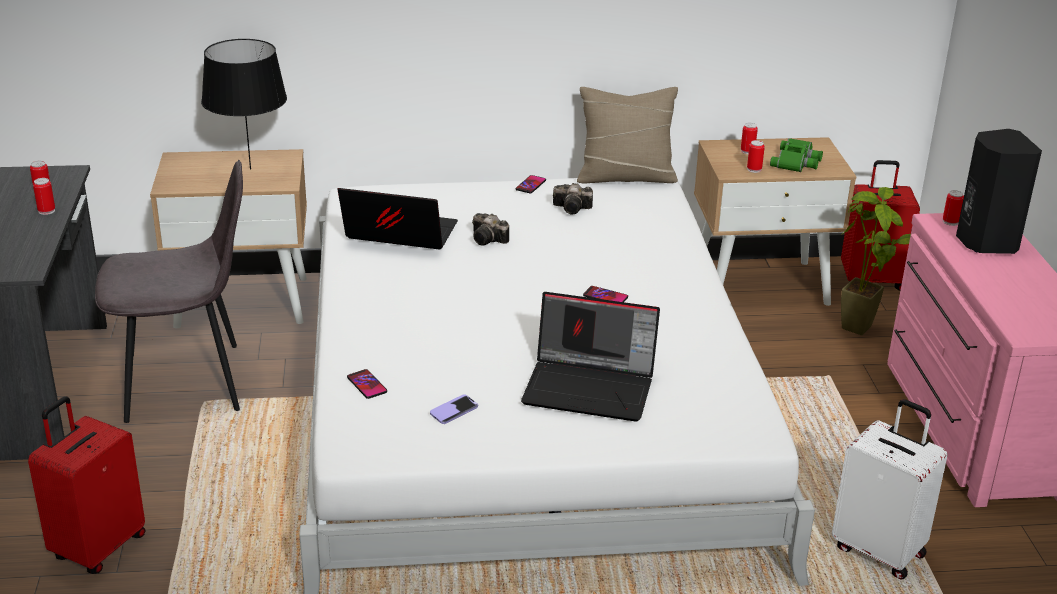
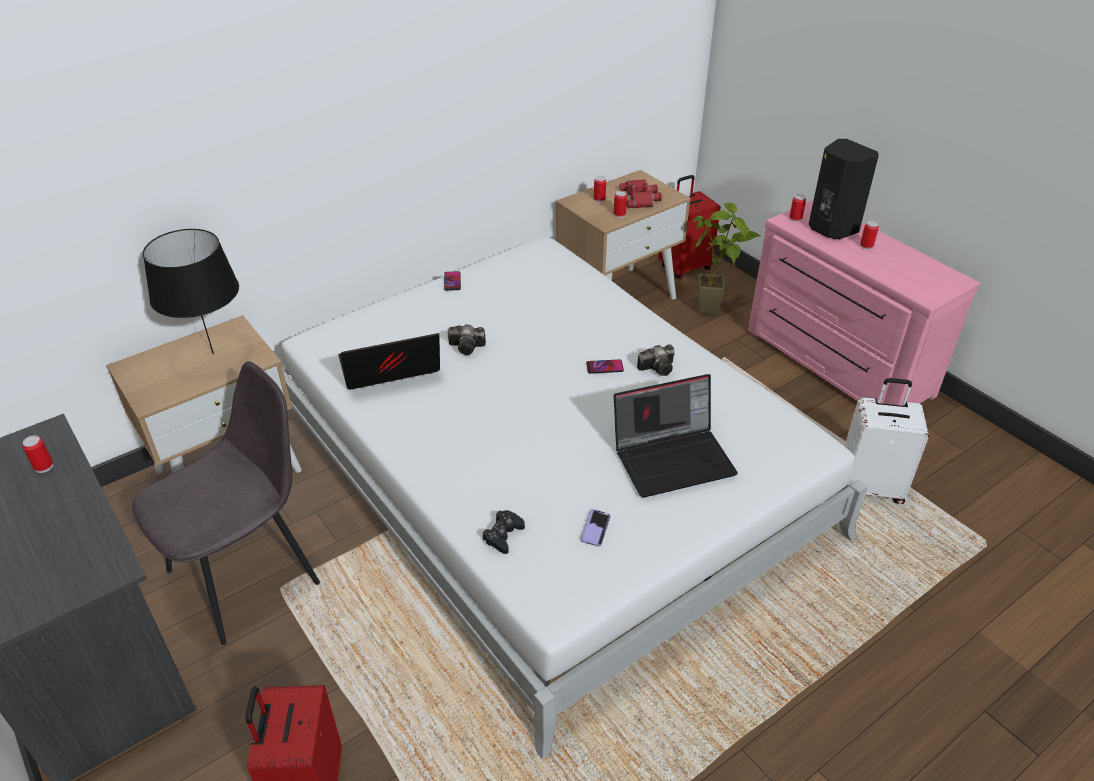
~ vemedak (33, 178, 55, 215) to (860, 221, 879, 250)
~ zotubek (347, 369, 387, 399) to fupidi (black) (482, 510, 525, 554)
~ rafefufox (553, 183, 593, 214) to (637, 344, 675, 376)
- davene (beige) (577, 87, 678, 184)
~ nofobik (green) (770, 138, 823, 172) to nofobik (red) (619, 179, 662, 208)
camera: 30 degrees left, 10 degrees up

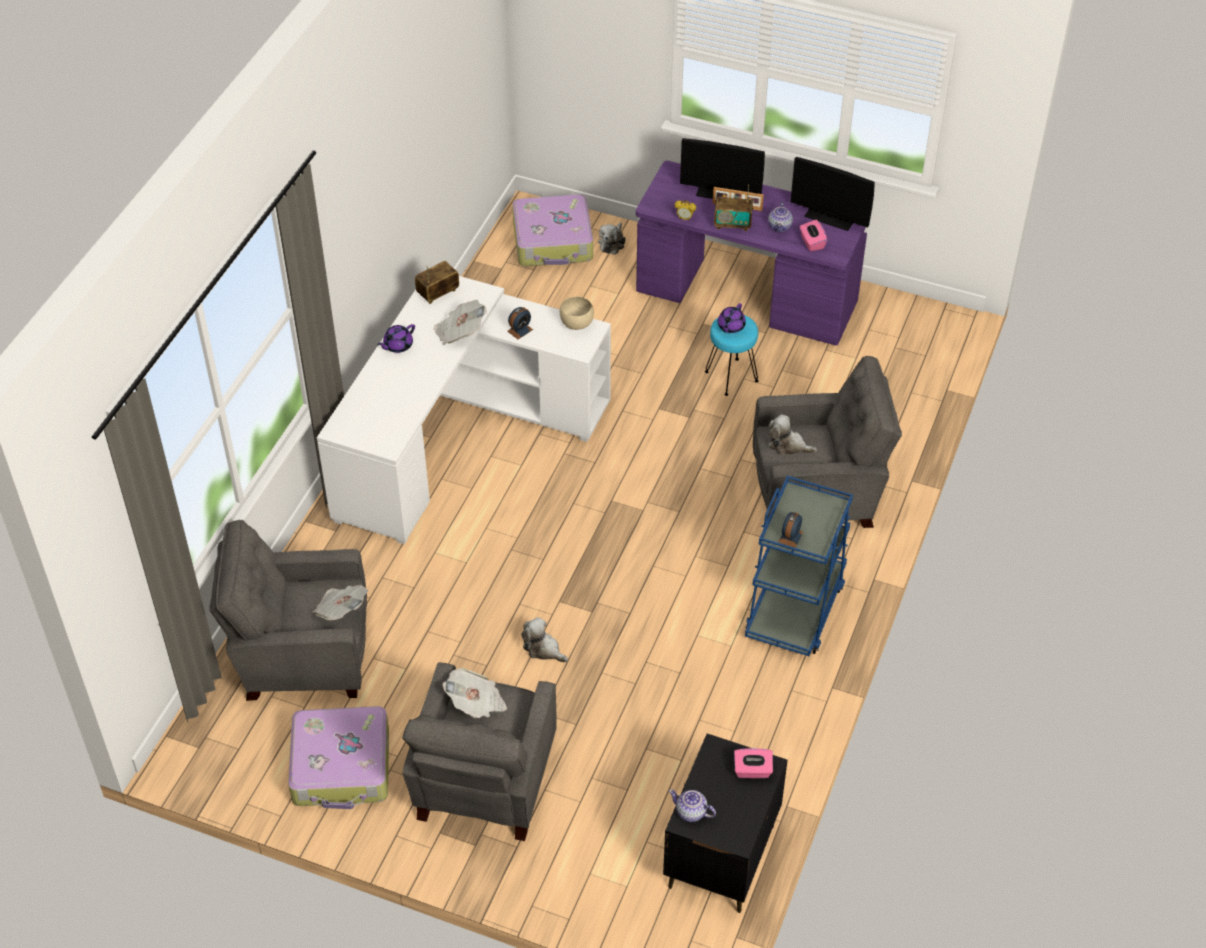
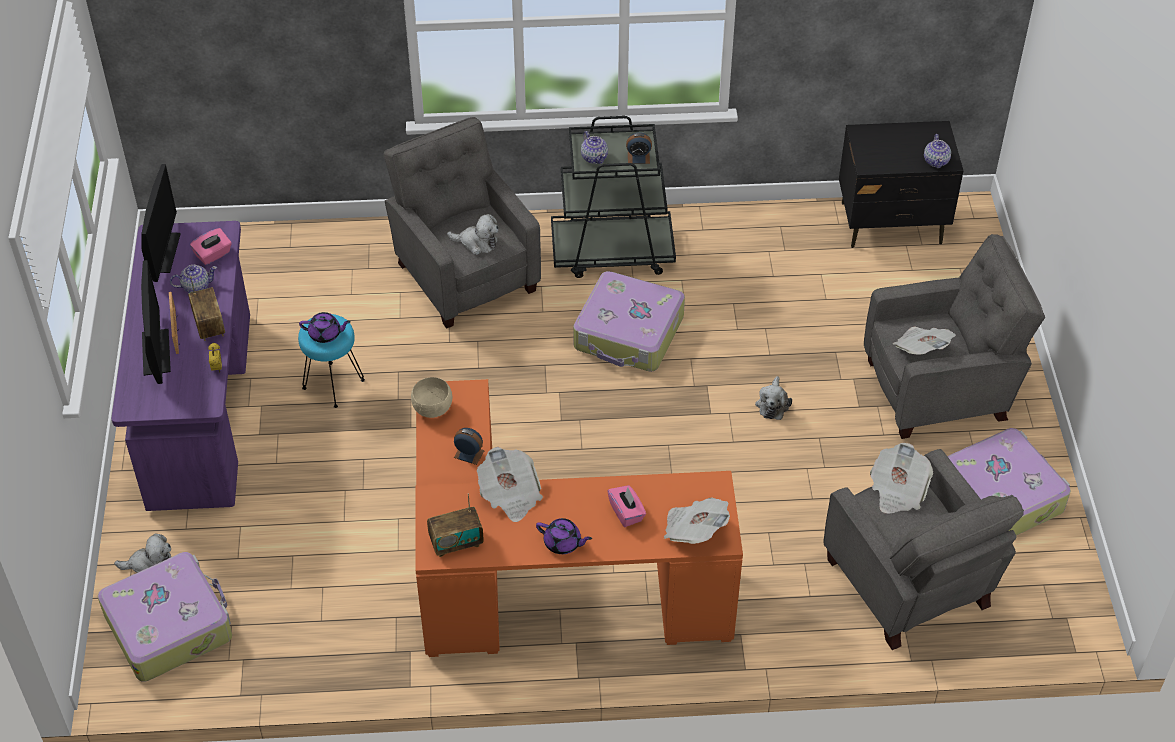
~ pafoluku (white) (317, 276, 611, 544) to pafoluku (orange) (415, 379, 743, 657)
~ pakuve (415, 261, 459, 304) = (427, 493, 484, 557) 45 degrees counterclockwise
~ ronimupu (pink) (734, 748, 773, 778) to (607, 485, 646, 527)
~ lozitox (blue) (745, 476, 853, 656) to lozitox (black) (551, 116, 676, 278)
~ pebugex (768, 414, 817, 455) = (447, 214, 499, 255) 75 degrees counterclockwise
+ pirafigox (573, 271, 685, 372)
+ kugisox (581, 131, 608, 164)
+ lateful (664, 497, 730, 544)
camera: 115 degrees left, 0 degrees up

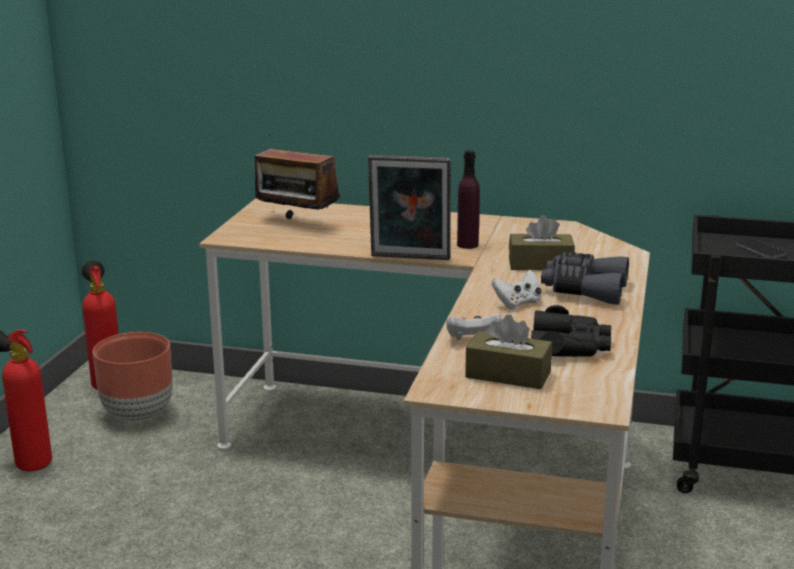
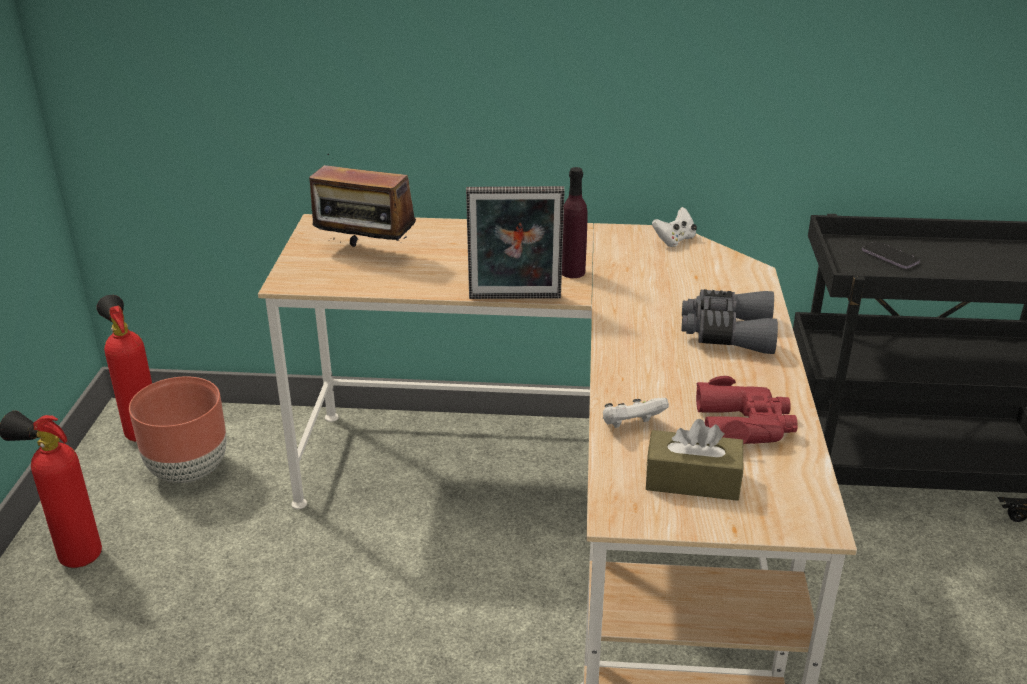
~ fupidi (white) (492, 270, 542, 309) to (652, 207, 697, 247)
- ronimupu (brown) (509, 215, 575, 270)
~ nofobik (black) (531, 305, 611, 357) to nofobik (red) (696, 376, 798, 444)
camera: 10 degrees left, 10 degrees up

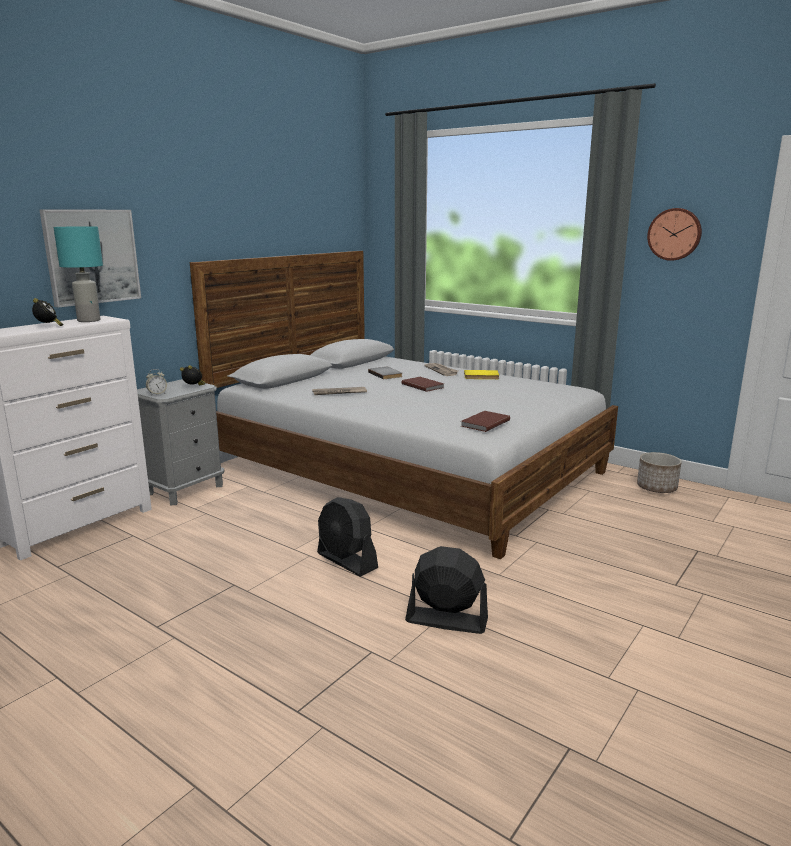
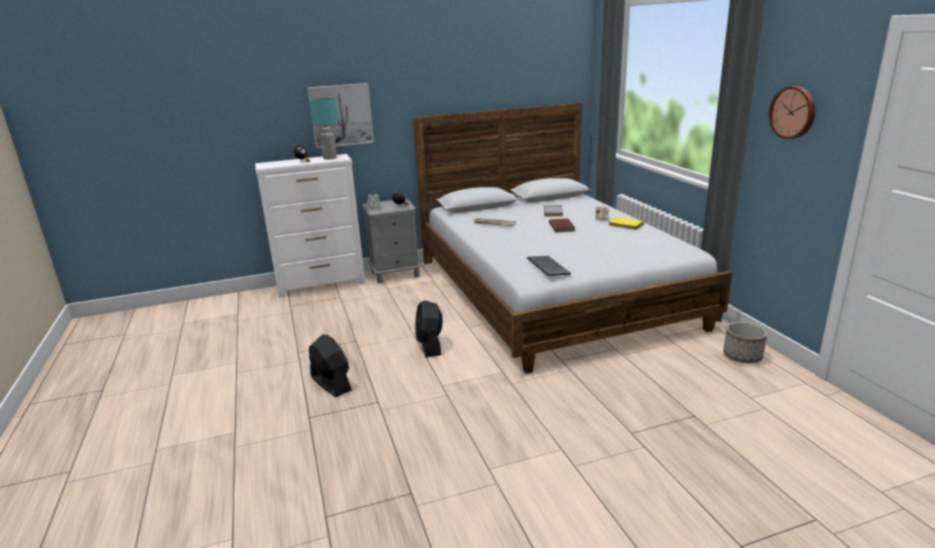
~ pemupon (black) (405, 546, 488, 634) to (309, 335, 352, 397)
~ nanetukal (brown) (461, 411, 510, 432) to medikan (527, 256, 571, 276)
camera: 35 degrees right, 5 degrees up

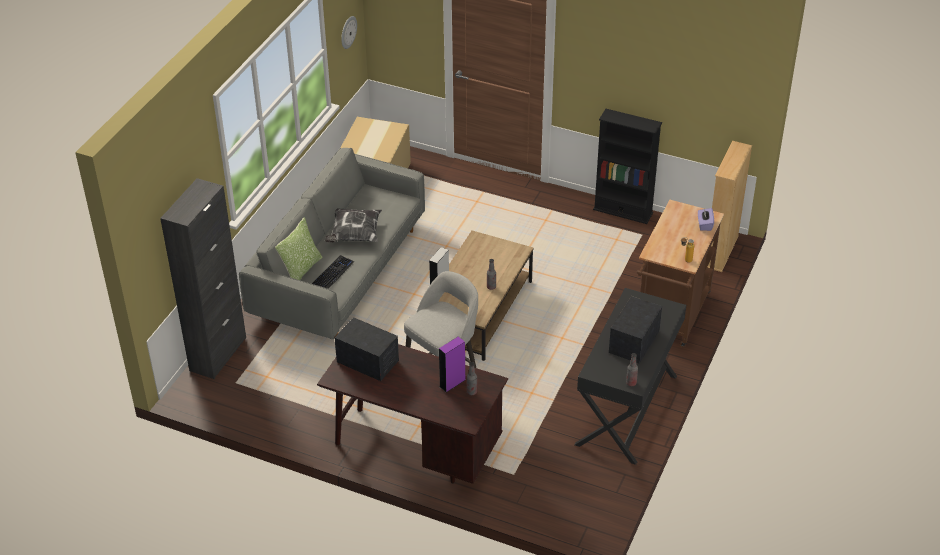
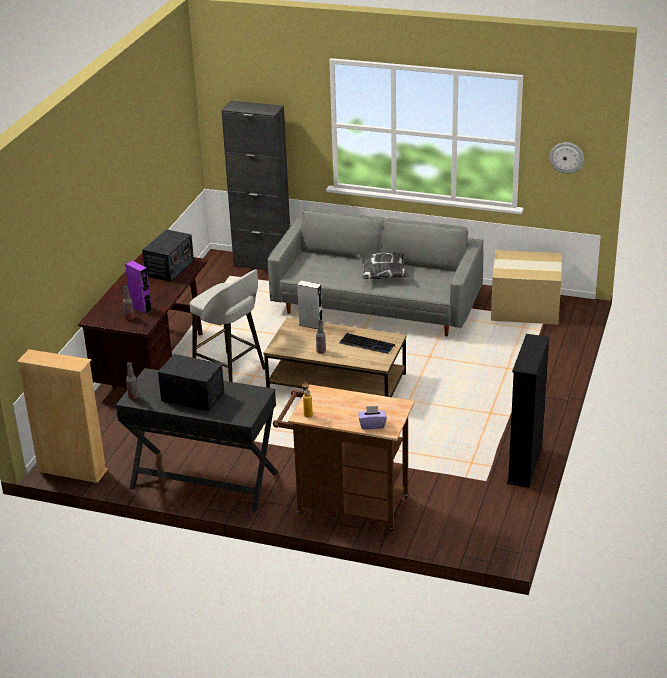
- davene (275, 217, 322, 280)
~ medikan (312, 255, 354, 289) to (340, 333, 395, 354)
~ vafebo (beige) (707, 141, 752, 272) to (17, 349, 108, 483)
camera: 85 degrees right, 10 degrees down

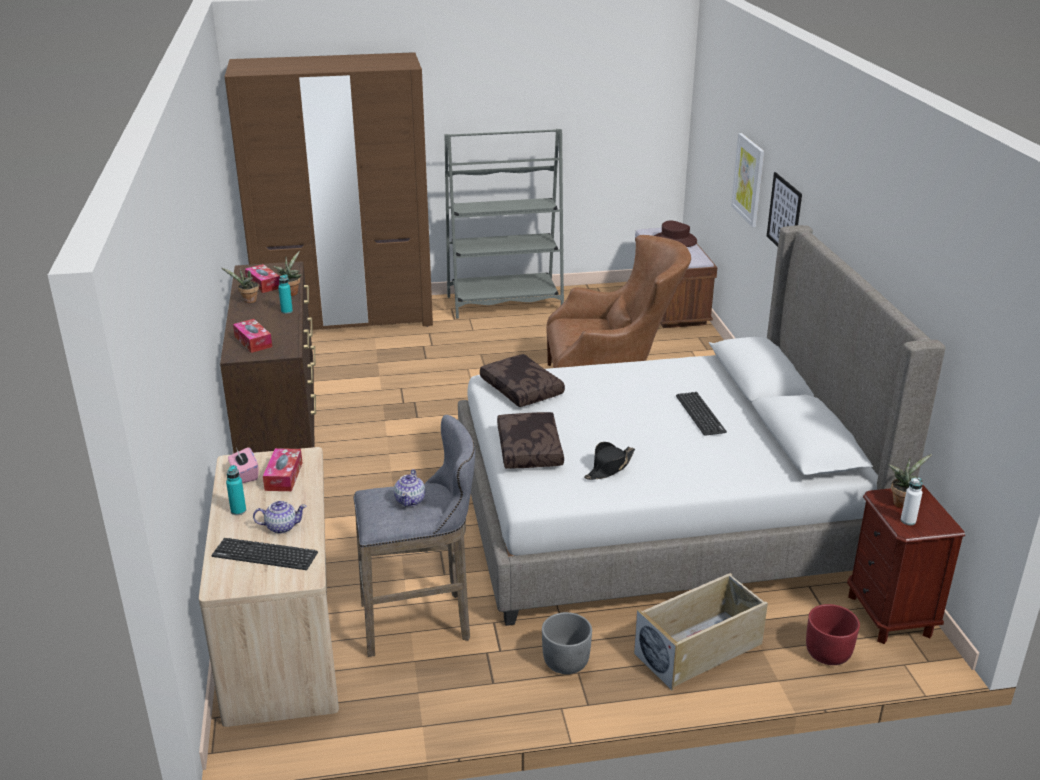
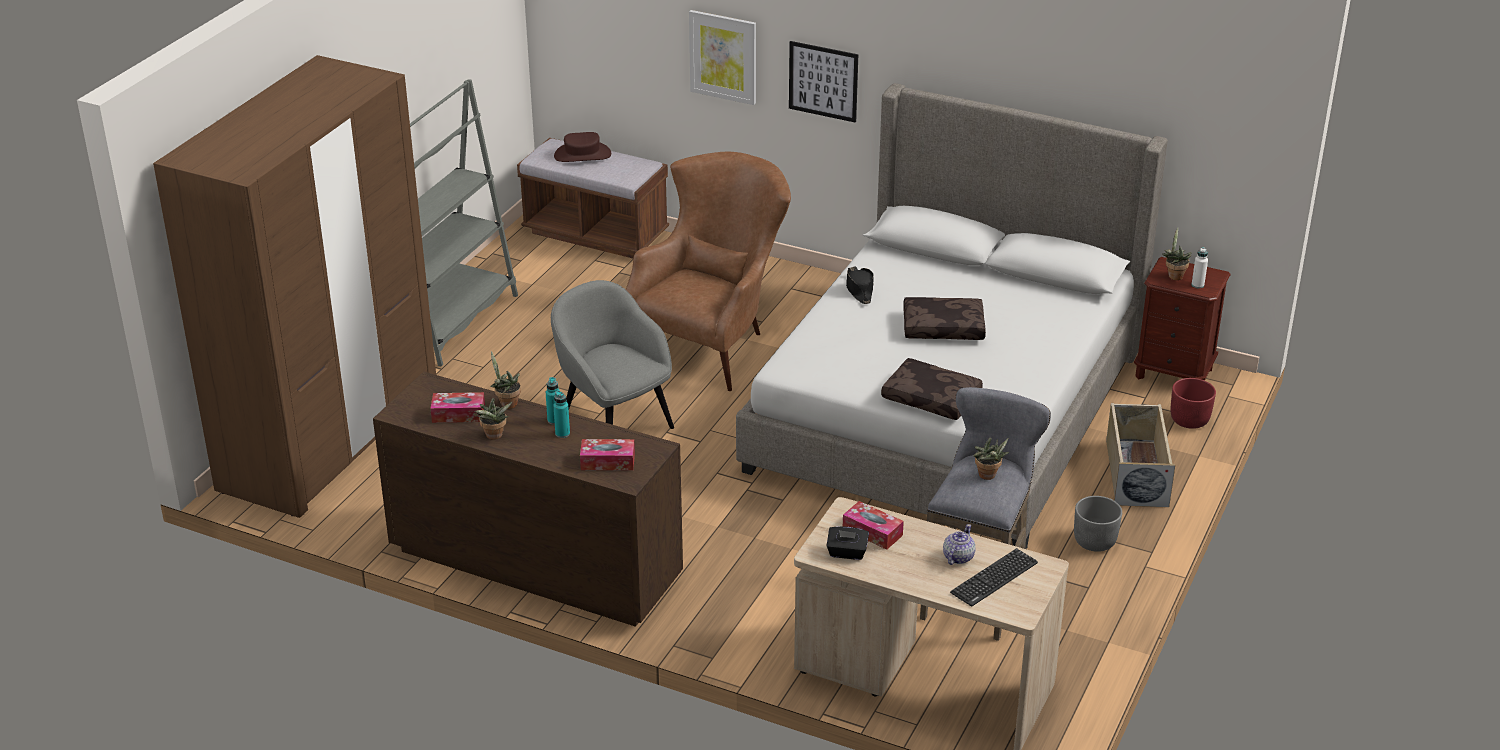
~ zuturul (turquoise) (226, 465, 246, 515) to (553, 391, 570, 438)
~ ronimupu (pink) (228, 447, 258, 483) to ronimupu (black) (827, 526, 869, 560)
~ kugisox (394, 469, 425, 507) to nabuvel (973, 437, 1009, 480)
~ davene (brown) (480, 354, 565, 407) to (903, 297, 986, 340)
~ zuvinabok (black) (584, 442, 635, 480) to (846, 266, 874, 304)
- medikan (676, 392, 727, 436)
+ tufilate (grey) (551, 280, 674, 429)
camera: 55 degrees left, 5 degrees up

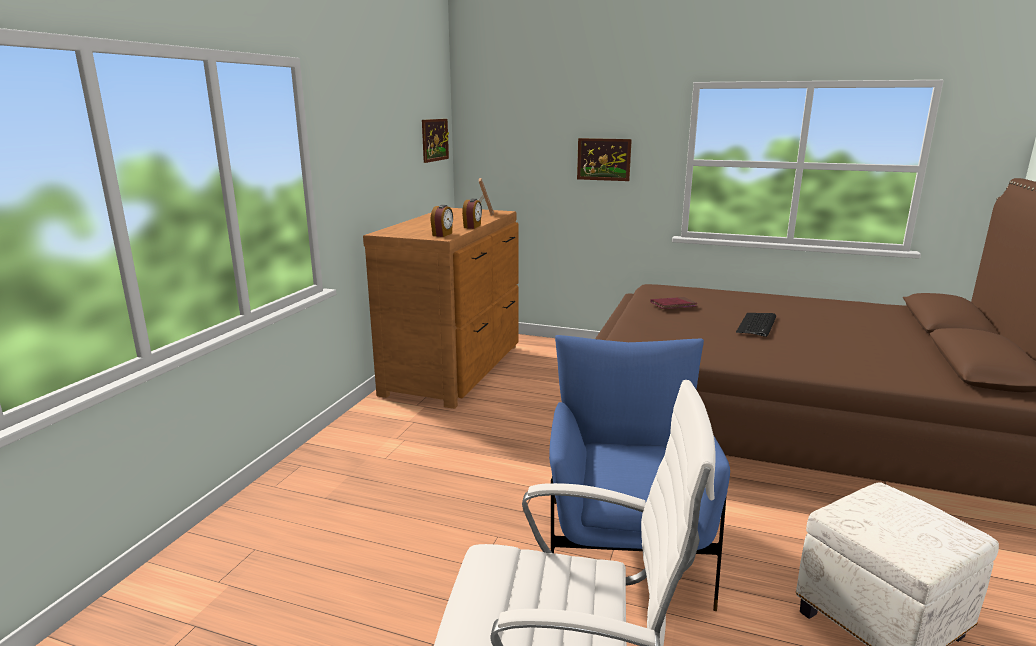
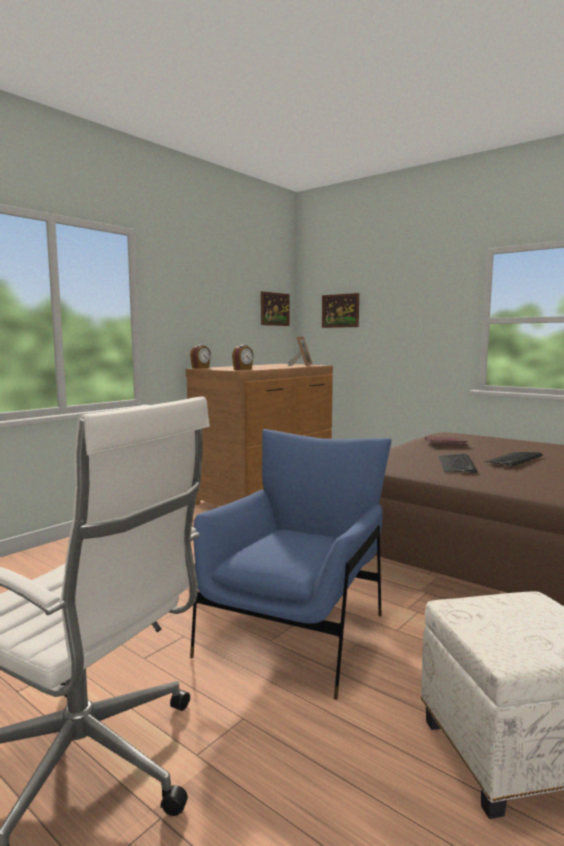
~ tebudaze (462, 199, 482, 229) to (190, 345, 211, 369)
~ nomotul (577, 138, 632, 181) to (322, 293, 359, 328)
+ medikan (439, 454, 477, 473)
camera: 20 degrees right, 10 degrees down

